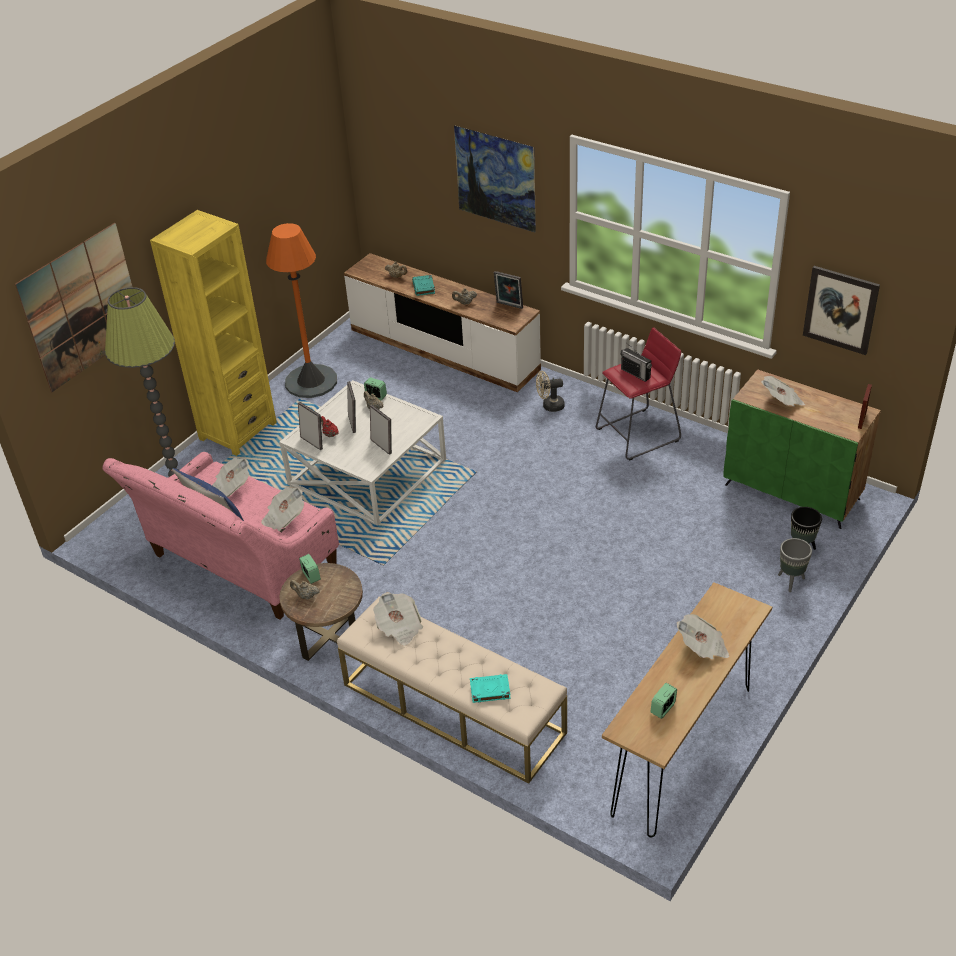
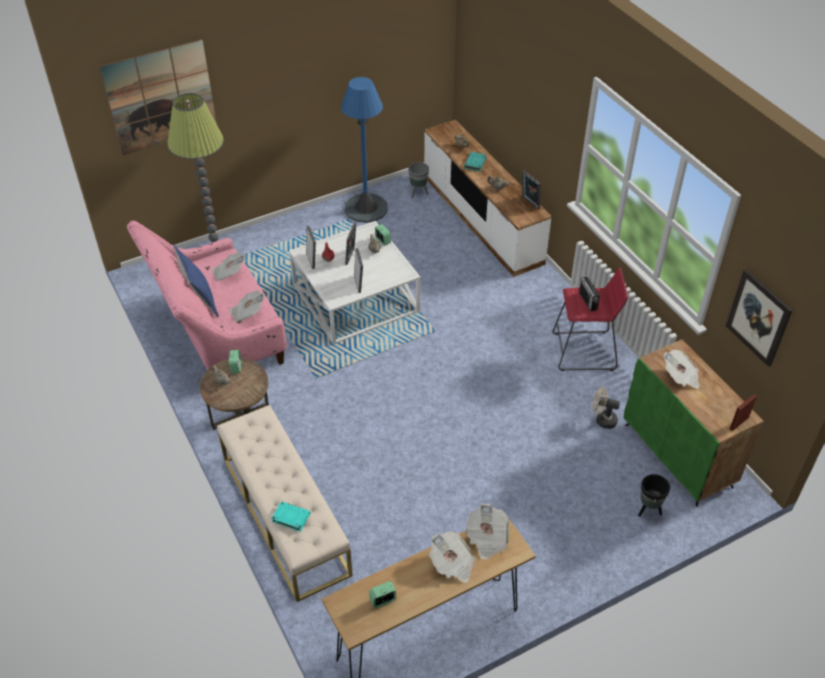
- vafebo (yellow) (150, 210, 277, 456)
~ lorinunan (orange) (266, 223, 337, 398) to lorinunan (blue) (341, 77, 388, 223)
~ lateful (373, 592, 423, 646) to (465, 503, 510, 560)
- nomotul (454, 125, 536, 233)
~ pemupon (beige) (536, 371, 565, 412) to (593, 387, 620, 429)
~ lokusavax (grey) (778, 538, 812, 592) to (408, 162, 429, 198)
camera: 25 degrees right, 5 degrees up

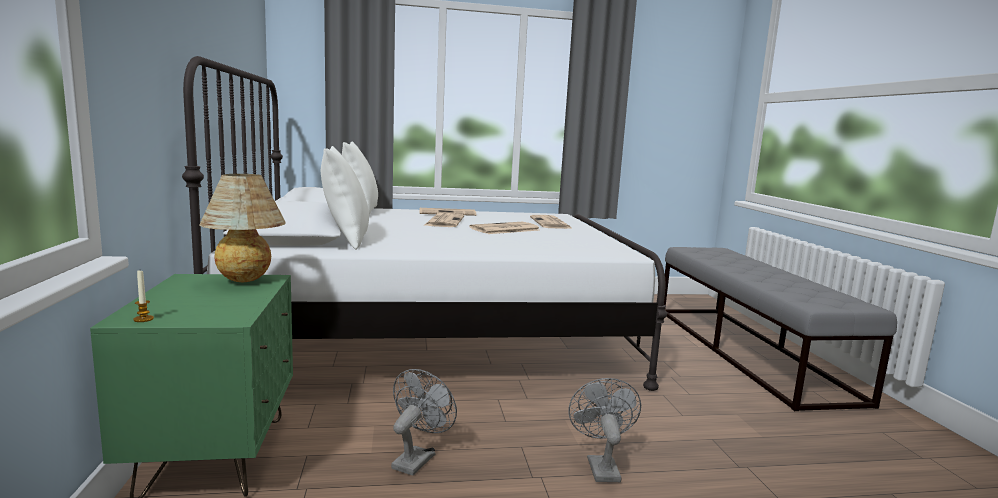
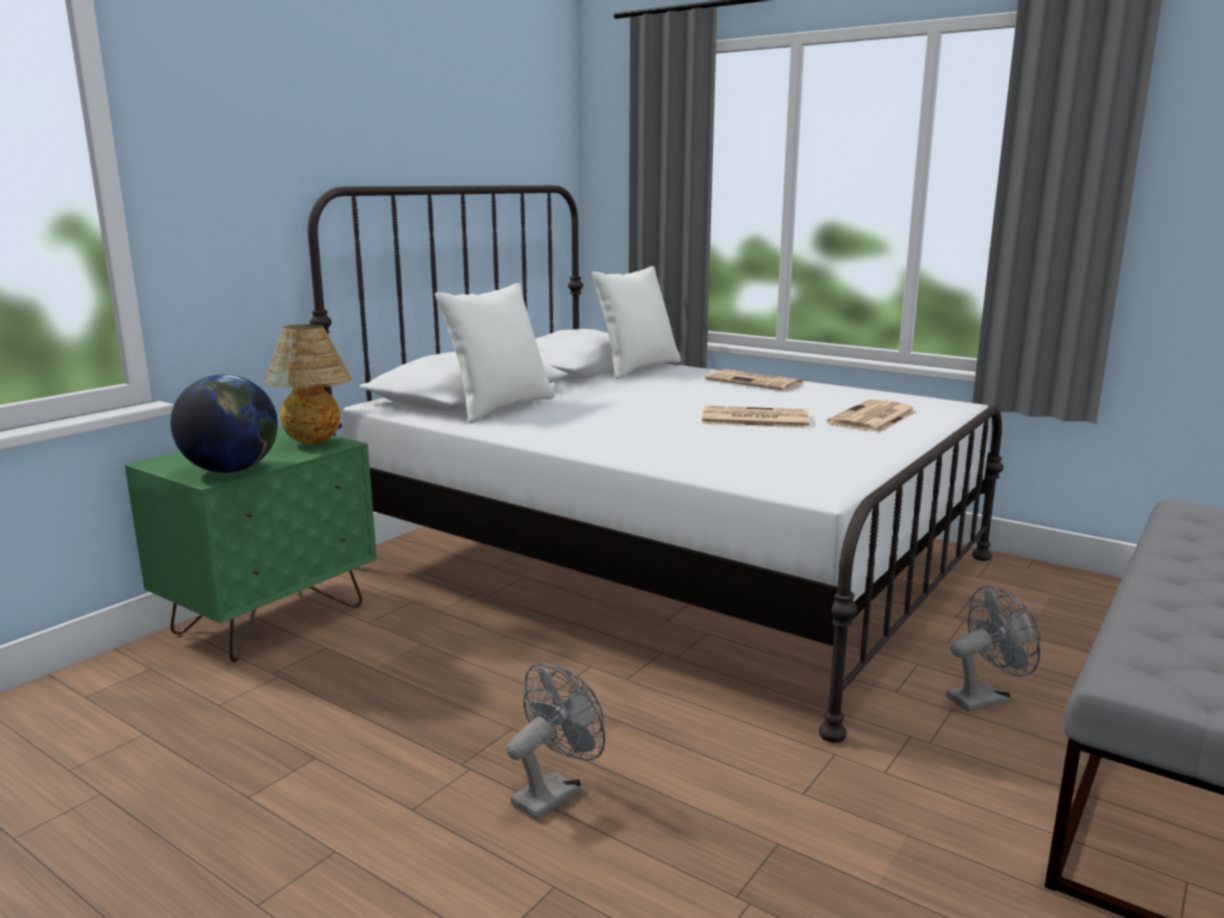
- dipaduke (133, 271, 154, 322)
~ pemupon (grey) (391, 369, 457, 476) to (946, 586, 1040, 712)
- lateful (425, 213, 464, 227)
+ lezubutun (171, 374, 278, 473)
camera: 45 degrees right, 5 degrees up

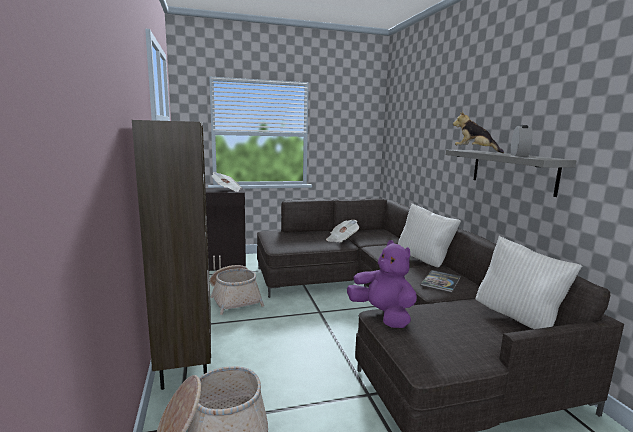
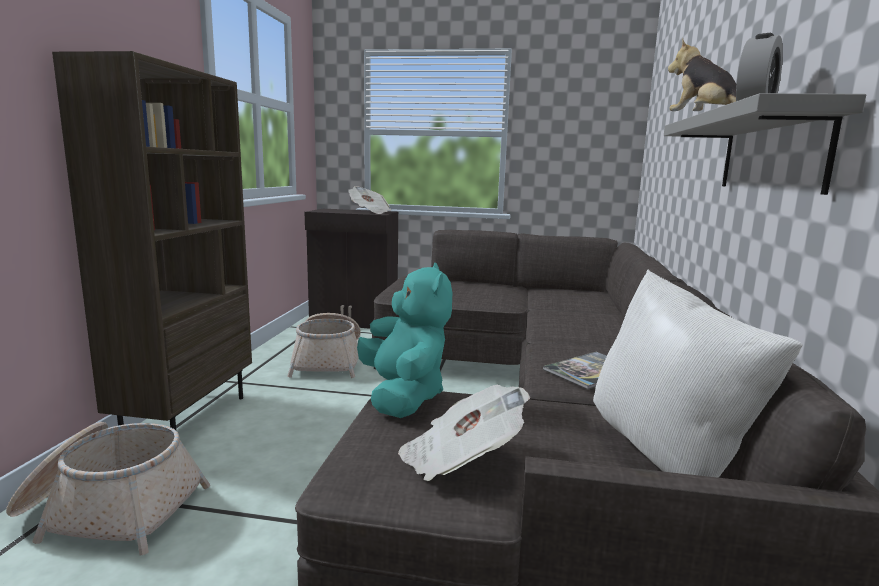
~ lateful (326, 220, 359, 242) to (398, 384, 530, 481)
~ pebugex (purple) (347, 240, 417, 328) to pebugex (turquoise) (357, 263, 452, 418)
- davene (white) (398, 203, 461, 268)
camera: 25 degrees right, 0 degrees up

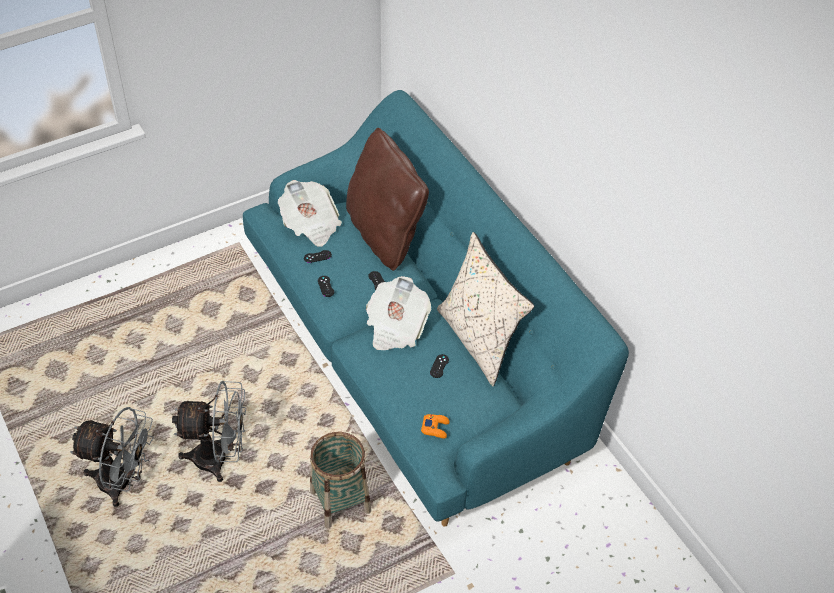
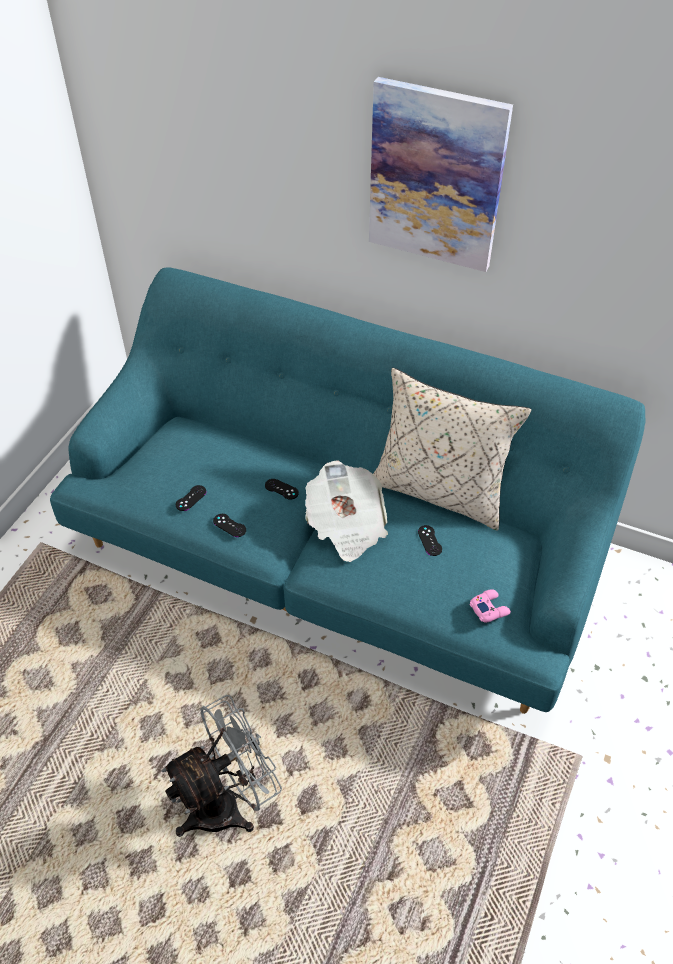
- pemupon (grey) (70, 407, 154, 507)
- lateful (278, 180, 342, 247)
- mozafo (310, 432, 371, 528)
- davene (brown) (346, 128, 429, 271)
~ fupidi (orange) (421, 414, 450, 438) to fupidi (pink) (470, 589, 511, 623)
+ nomotul (369, 77, 513, 272)
camera: 35 degrees left, 0 degrees up

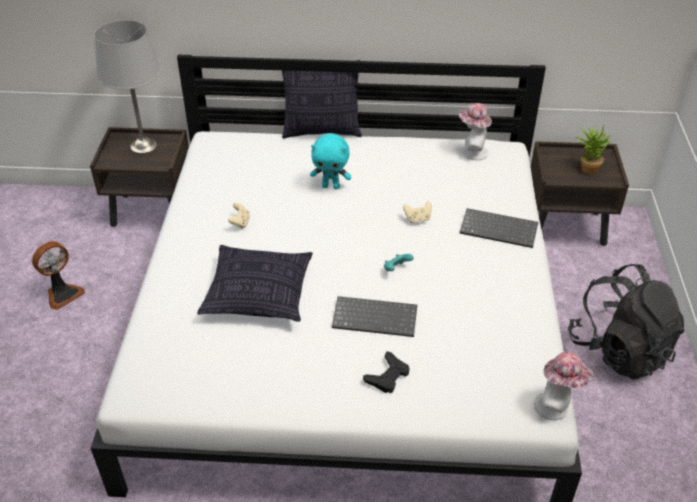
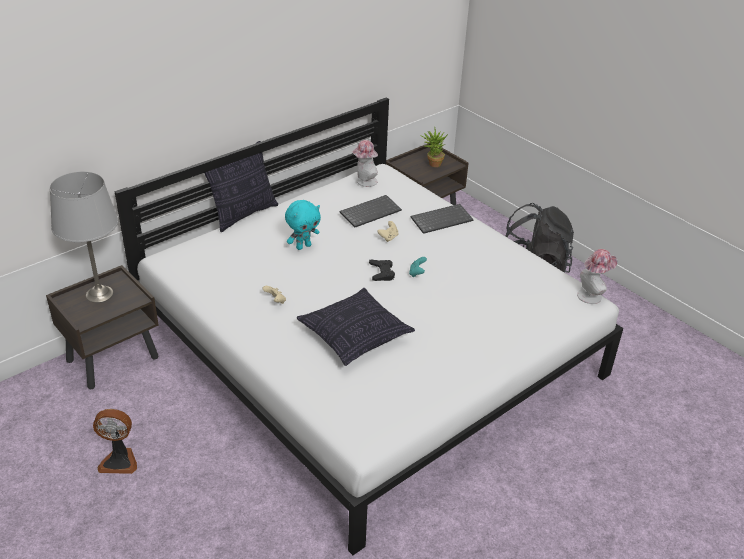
~ pemupon (32, 241, 85, 310) = (93, 409, 137, 474) 90 degrees clockwise
~ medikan (332, 296, 417, 337) to (340, 195, 402, 228)
~ fupidi (black) (363, 351, 410, 393) to (369, 260, 395, 281)
camera: 45 degrees left, 5 degrees down

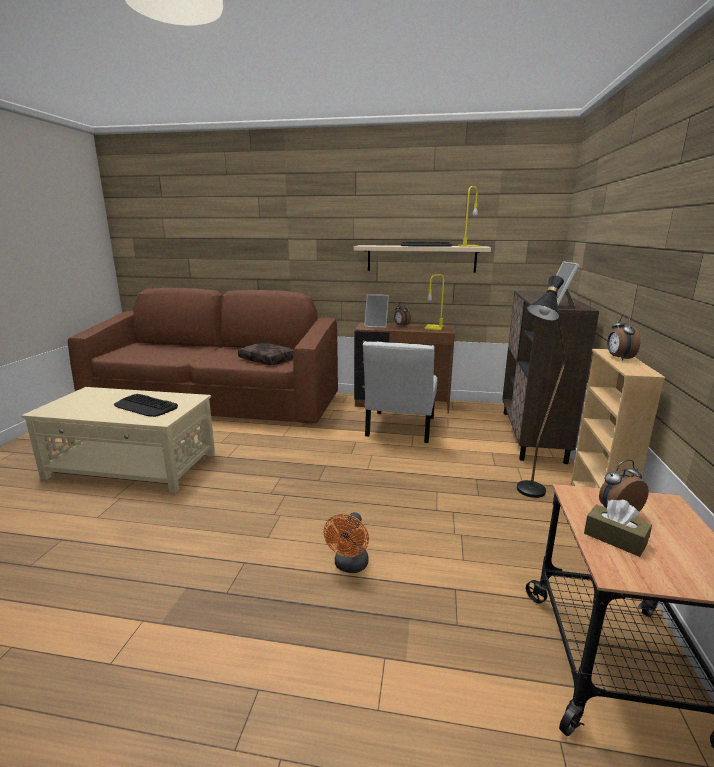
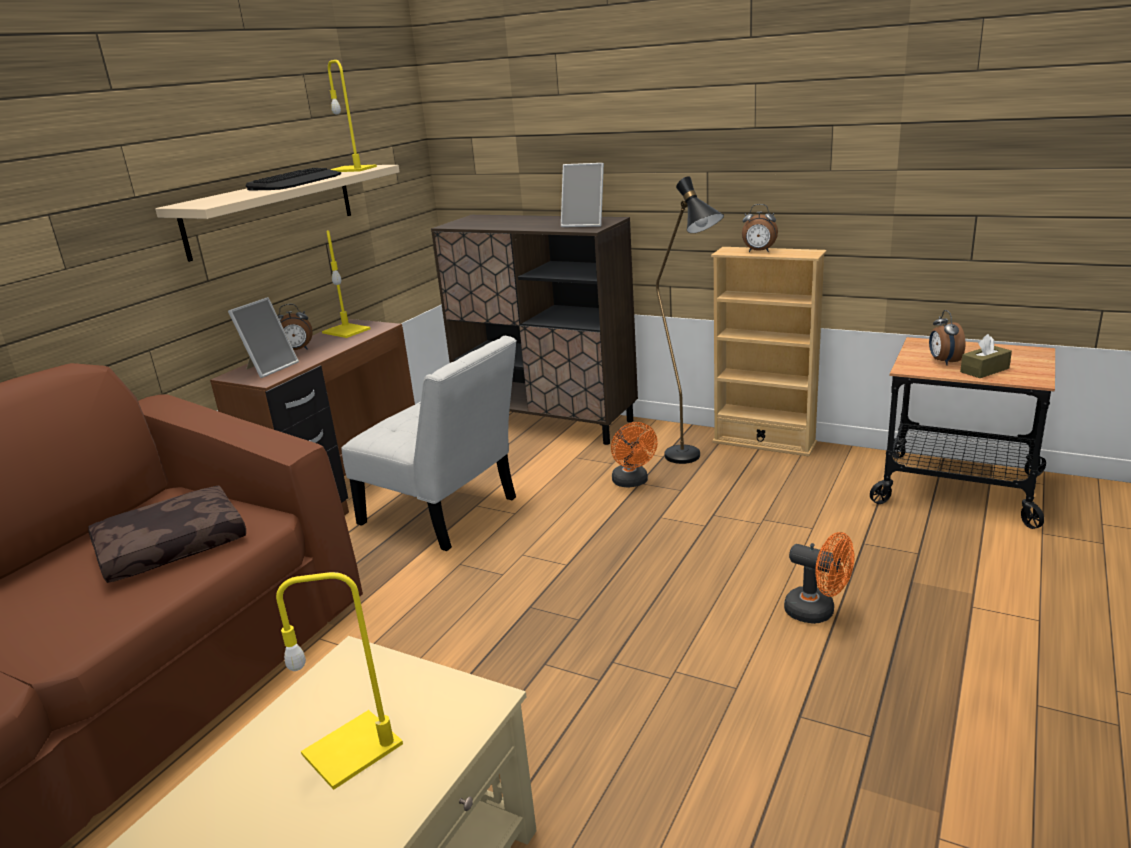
~ medikan (114, 394, 178, 417) to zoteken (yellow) (276, 572, 403, 790)
+ pemupon (orange) (611, 422, 658, 488)
camera: 70 degrees left, 5 degrees up

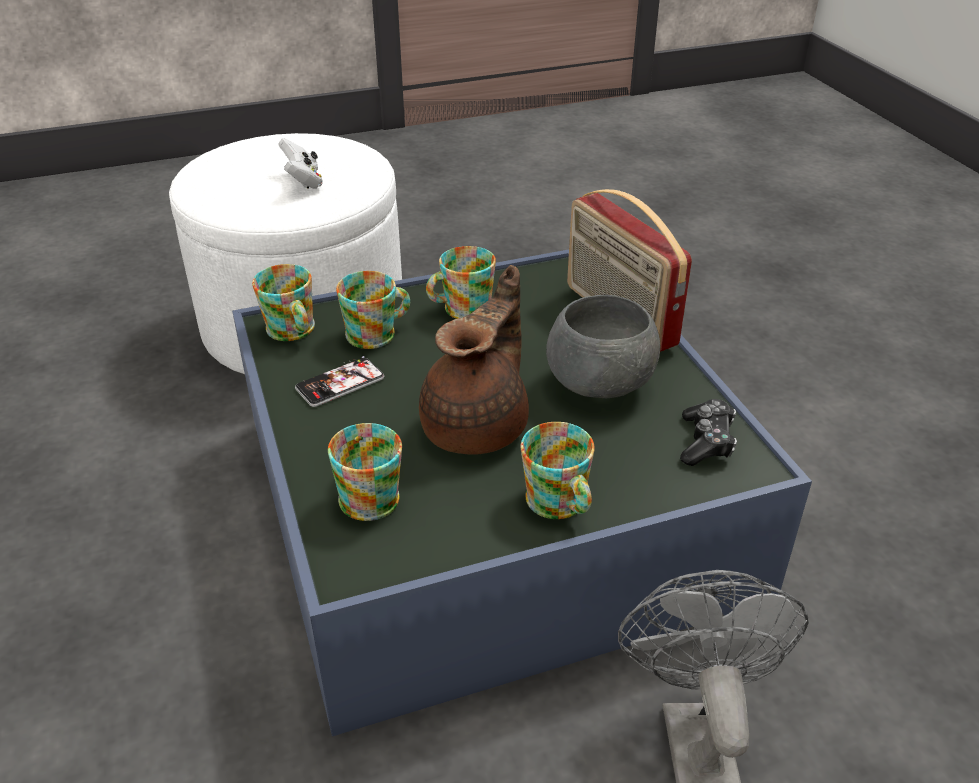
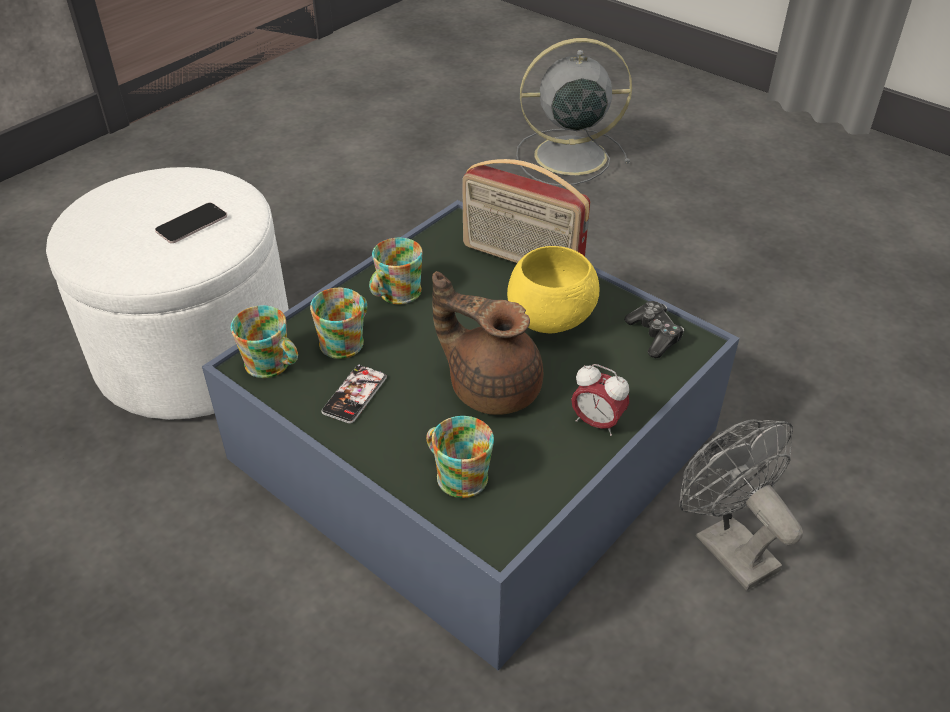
~ fupidi (white) (278, 138, 323, 189) to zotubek (155, 202, 227, 243)
~ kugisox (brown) (419, 265, 529, 455) = (432, 271, 543, 415) 60 degrees counterclockwise
~ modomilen (520, 422, 595, 519) to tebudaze (571, 364, 629, 436)
~ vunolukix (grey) (546, 295, 660, 398) to vunolukix (yellow) (507, 246, 599, 333)
+ pemupon (grey) (516, 38, 632, 186)
camera: 30 degrees left, 5 degrees up

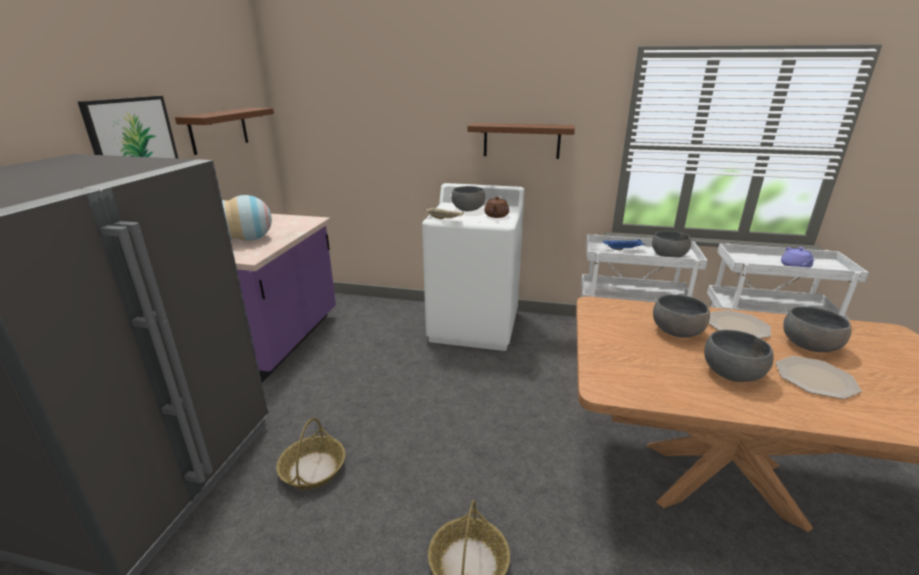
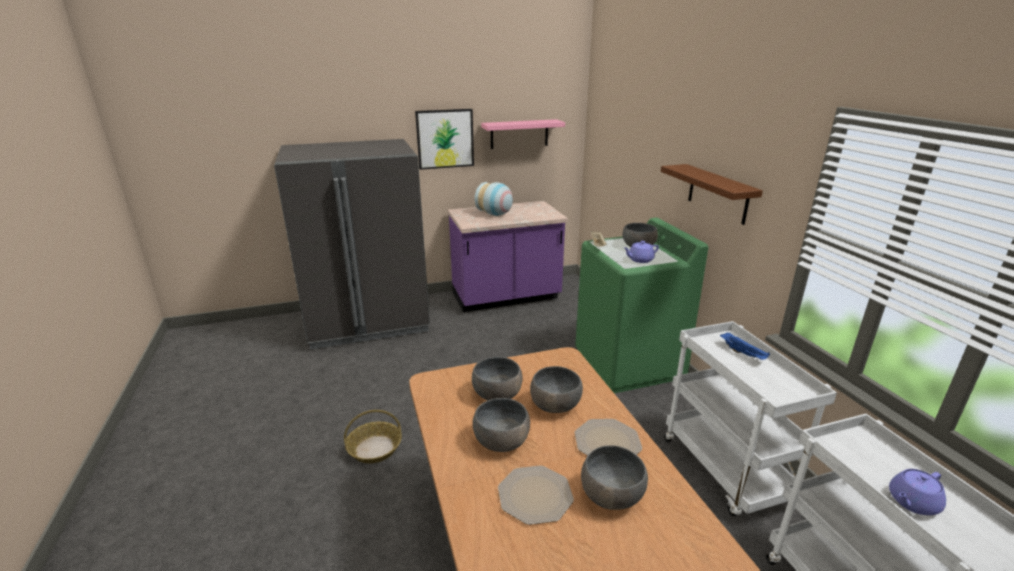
~ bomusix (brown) (175, 108, 274, 155) to bomusix (pink) (481, 119, 565, 149)
- mozafo (276, 418, 345, 489)
~ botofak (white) (422, 183, 525, 351) to botofak (green) (575, 218, 708, 393)
~ kugisox (brown) (484, 196, 509, 218) to kugisox (purple) (624, 241, 659, 263)
~ vunolukix (grey) (652, 231, 691, 258) to (472, 357, 523, 400)
camera: 60 degrees right, 0 degrees up

